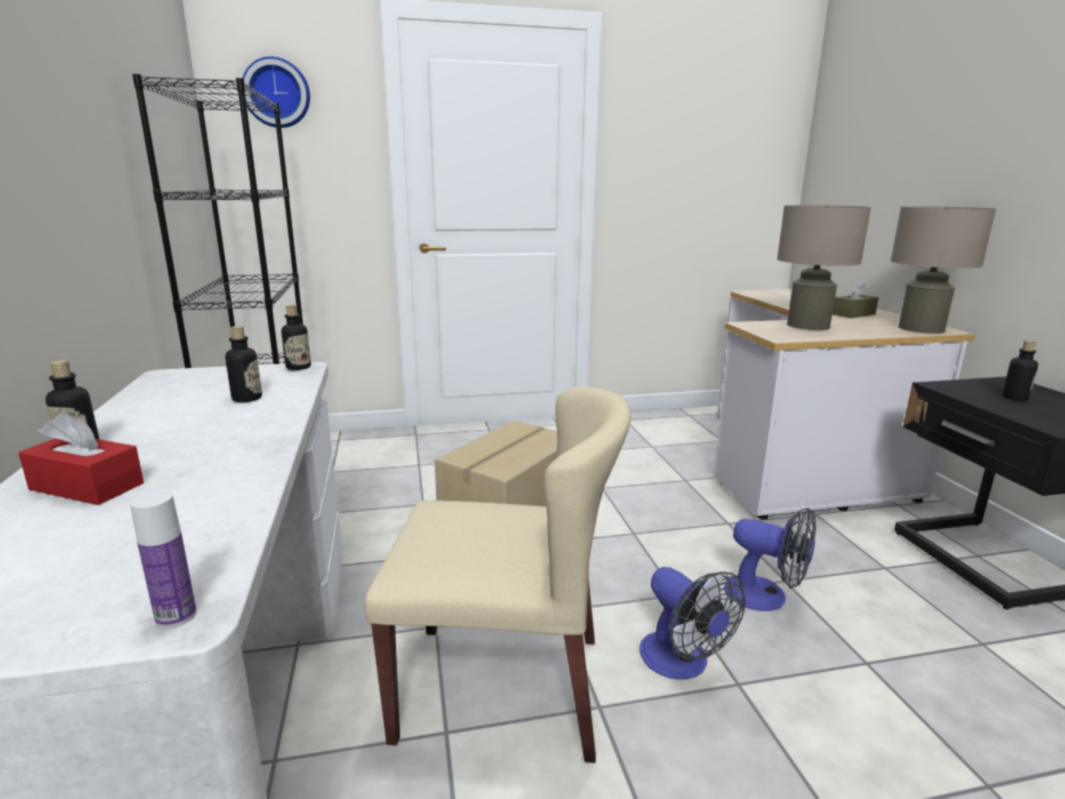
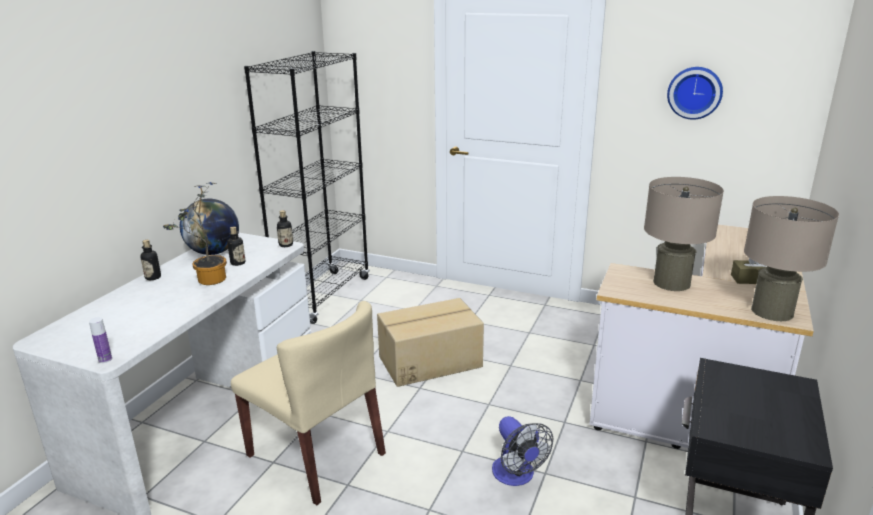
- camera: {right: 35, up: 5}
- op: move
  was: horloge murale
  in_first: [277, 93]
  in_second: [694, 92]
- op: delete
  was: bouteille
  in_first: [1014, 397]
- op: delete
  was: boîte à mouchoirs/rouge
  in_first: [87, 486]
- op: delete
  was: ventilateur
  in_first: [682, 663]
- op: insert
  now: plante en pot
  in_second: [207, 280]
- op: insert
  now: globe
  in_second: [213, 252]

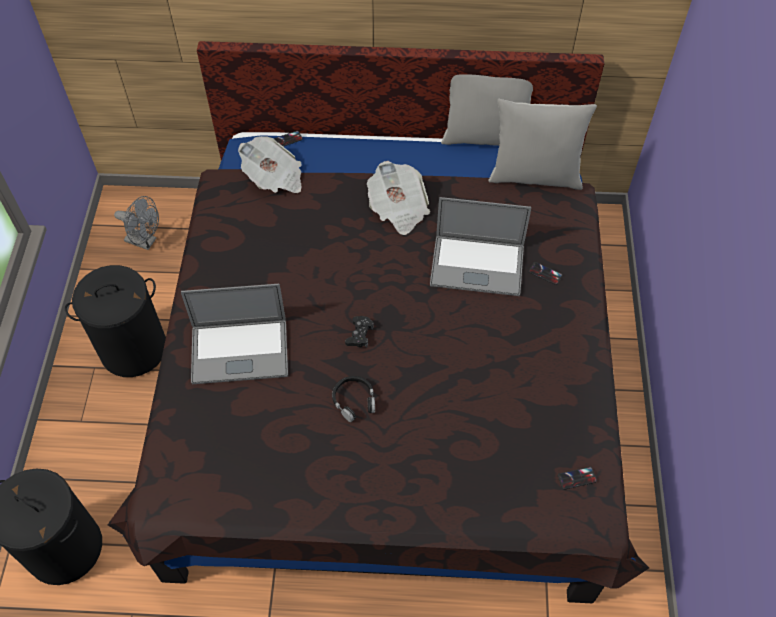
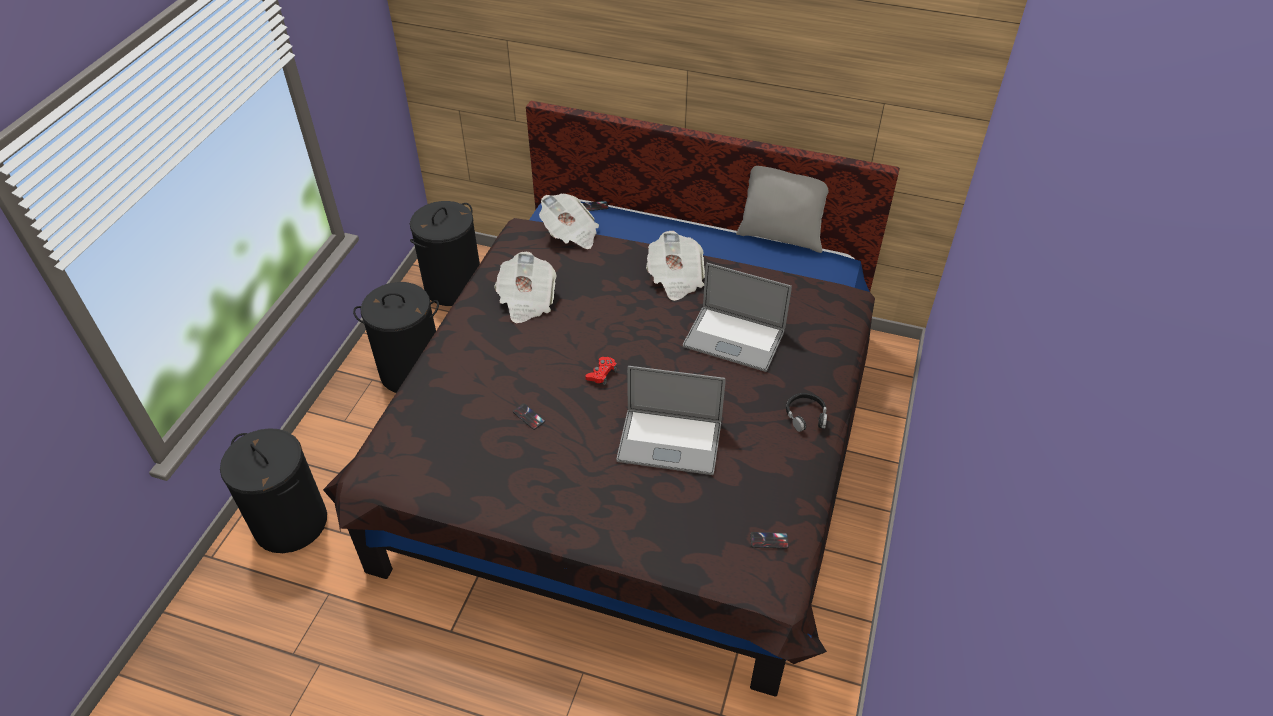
- camera: {right: 15, up: -10}
- op: delete
  was: coussin/gris
  in_first: [534, 175]
- op: replace
  was: ventilateur/gris
  now: panier à linge/noir
  in_first: [145, 241]
  in_second: [454, 286]
- op: move
  was: téléphone
  in_first: [545, 273]
  in_second: [528, 417]
- op: move
  was: ordinateur portable
  in_first: [239, 351]
  in_second: [669, 441]
- op: recolor
  was: manette/noir
  now: manette/rouge
  in_first: [359, 334]
  in_second: [601, 373]
- op: move
  was: casque audio/noir
  in_first: [354, 400]
  in_second: [806, 415]
- op: insert
  now: journal
  in_second: [526, 301]

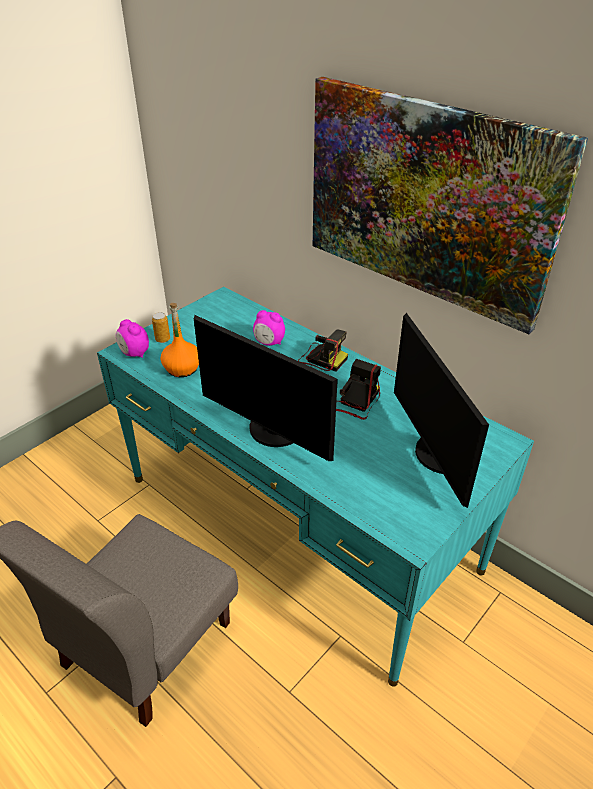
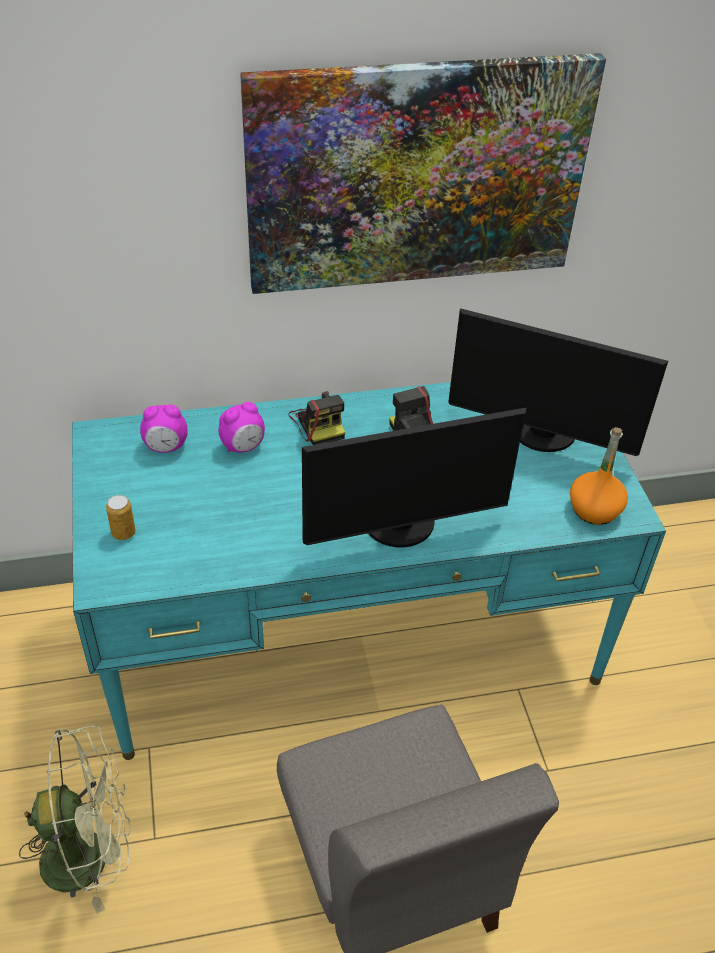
- camera: {right: -55, up: 5}
- op: move
  was: bouteille/orange
  in_first: [182, 368]
  in_second: [594, 509]
- op: move
  was: réveil
  in_first: [134, 354]
  in_second: [166, 447]
- op: rotate
  was: appareil photo
  in_first: [322, 358]
  in_second: [318, 423]
  clockwise: 90
- op: insert
  now: ventilateur/vert
  in_second: [90, 854]

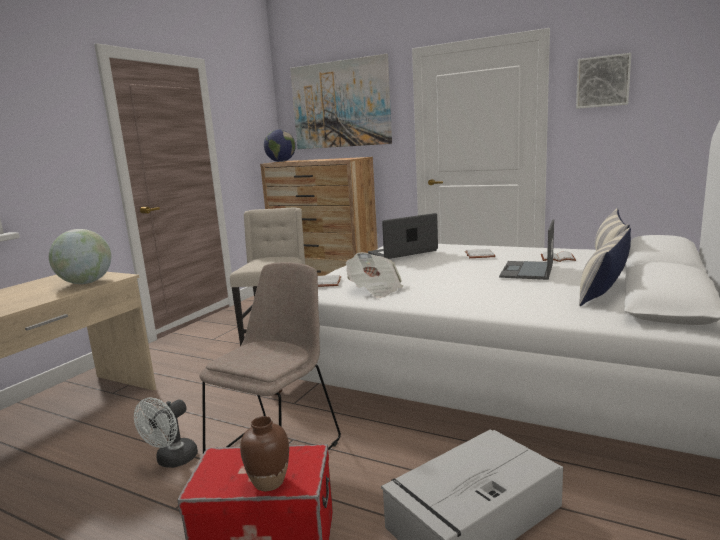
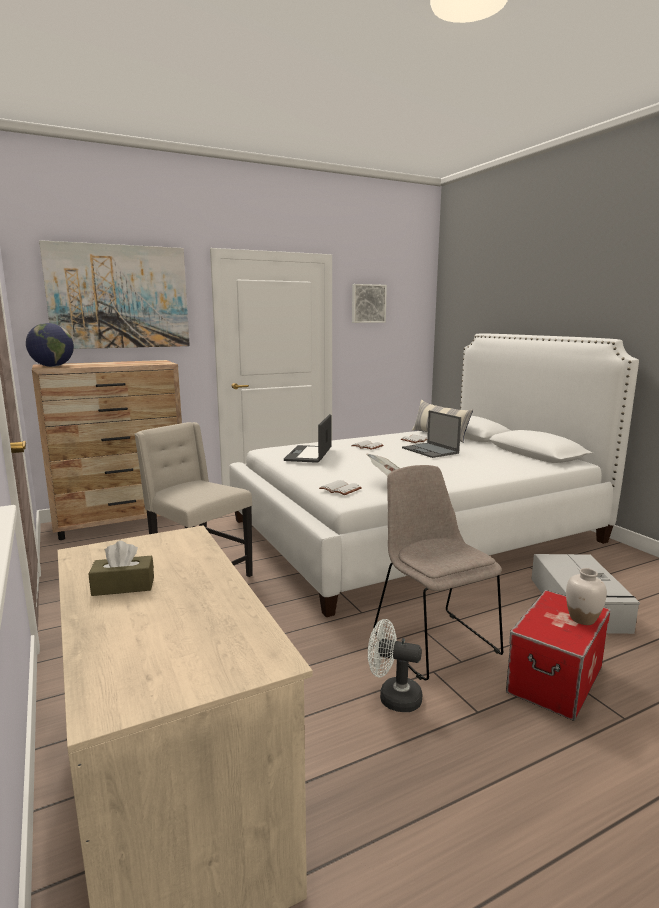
- camera: {right: -55, up: 0}
- op: delete
  was: coussin
  in_first: [603, 290]
- op: delete
  was: globe
  in_first: [86, 283]
- op: rotate
  was: ventilateur/blanc
  in_first: [172, 461]
  in_second: [393, 697]
  clockwise: 135
- op: recolor
  was: vase/marron
  now: vase/blanc
  in_first: [268, 482]
  in_second: [582, 619]
- op: insert
  now: boîte à mouchoirs/marron
  in_second: [123, 586]

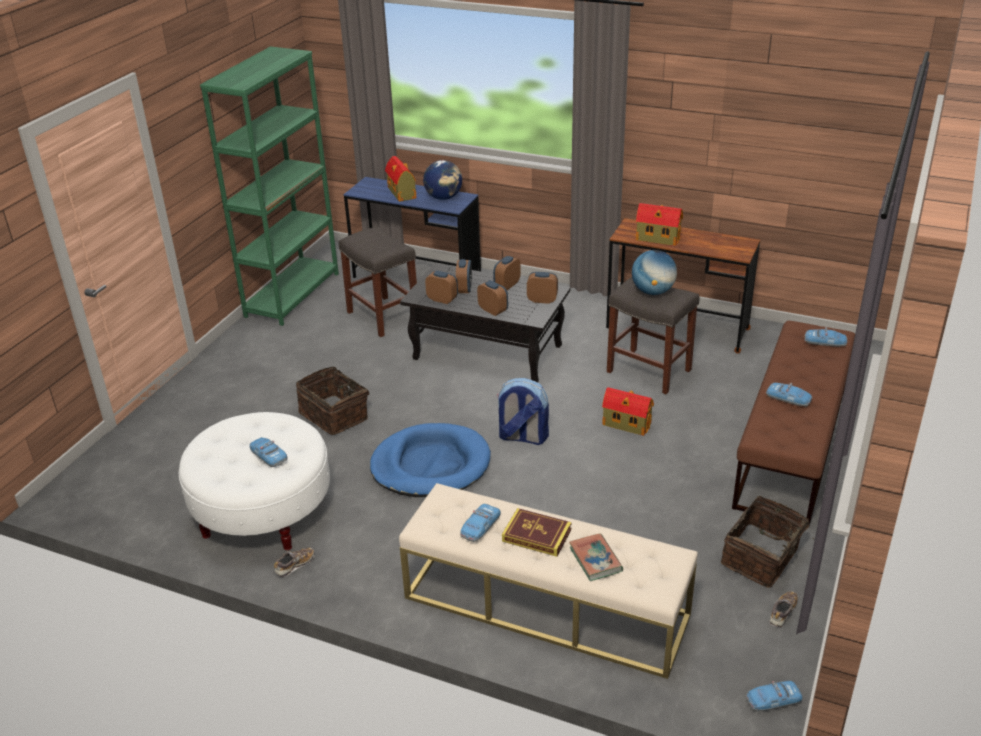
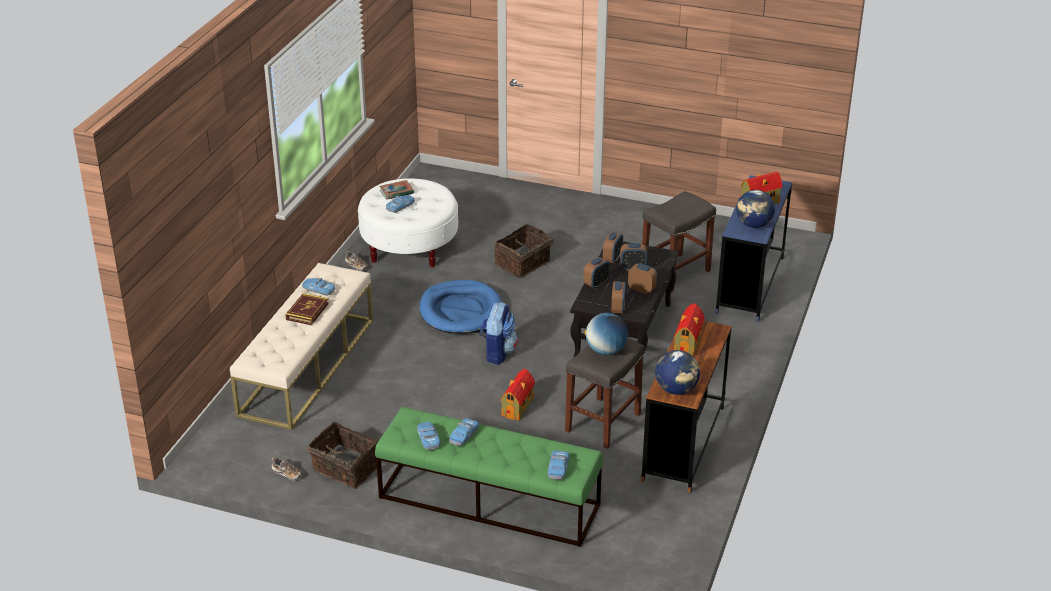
- camera: {right: 85, up: 0}
- op: delete
  was: bibliothèque/vert
  in_first: [292, 294]
- op: recolor
  was: banc/marron
  now: banc/vert
  in_first: [791, 446]
  in_second: [488, 501]
- op: move
  was: livre
  in_first: [595, 559]
  in_second: [396, 192]
- op: move
  was: petite voiture
  in_first: [773, 700]
  in_second: [428, 439]
- op: insert
  now: globe
  in_second: [676, 390]

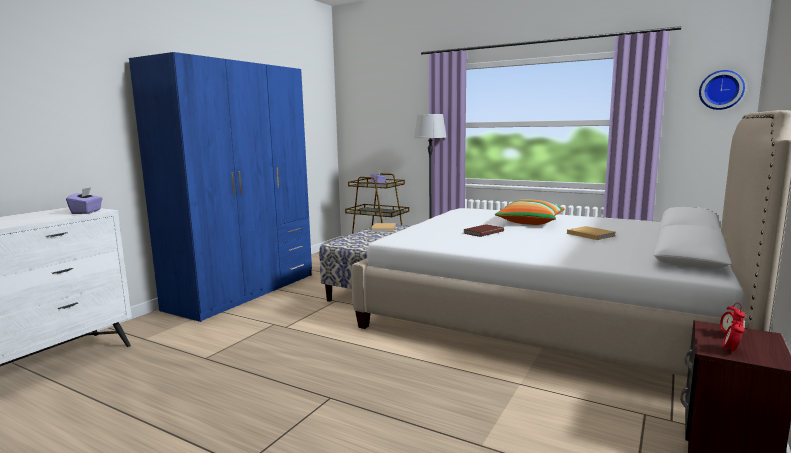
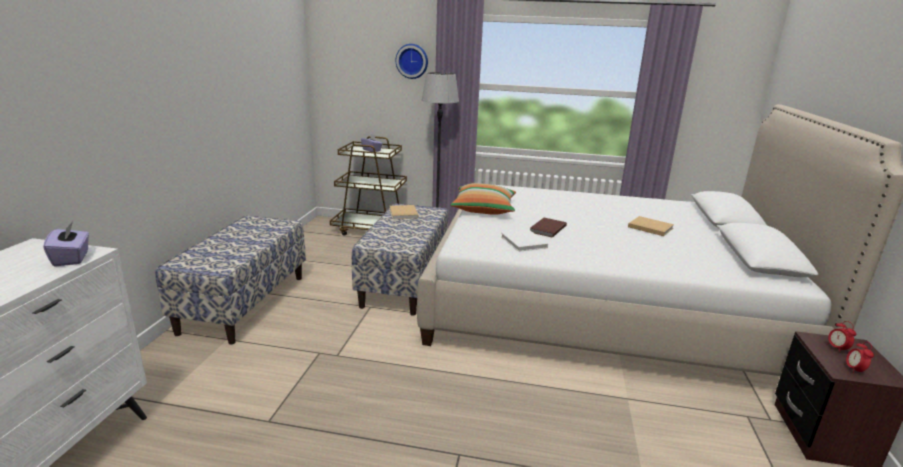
- camera: {right: -20, up: 10}
- op: replace
  was: armoire/bleu
  now: banc
  in_first: [244, 291]
  in_second: [244, 303]
- op: move
  was: horloge murale
  in_first: [721, 90]
  in_second: [412, 61]
- op: move
  was: coussin
  in_first: [530, 222]
  in_second: [484, 209]
- op: insert
  now: livre/blanc
  in_second: [524, 243]

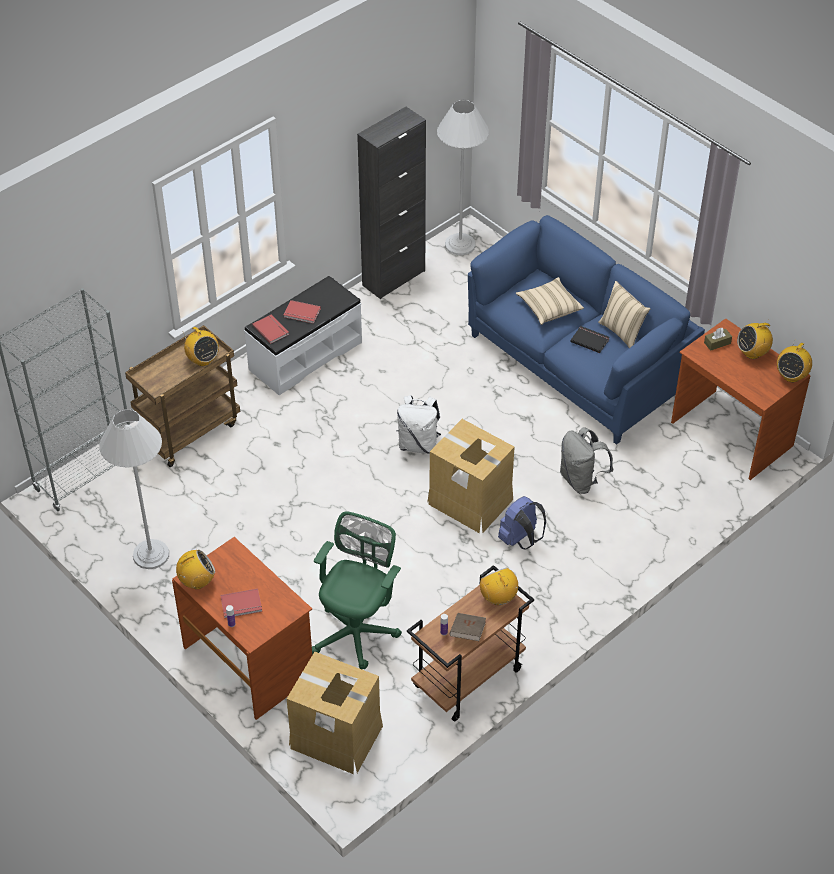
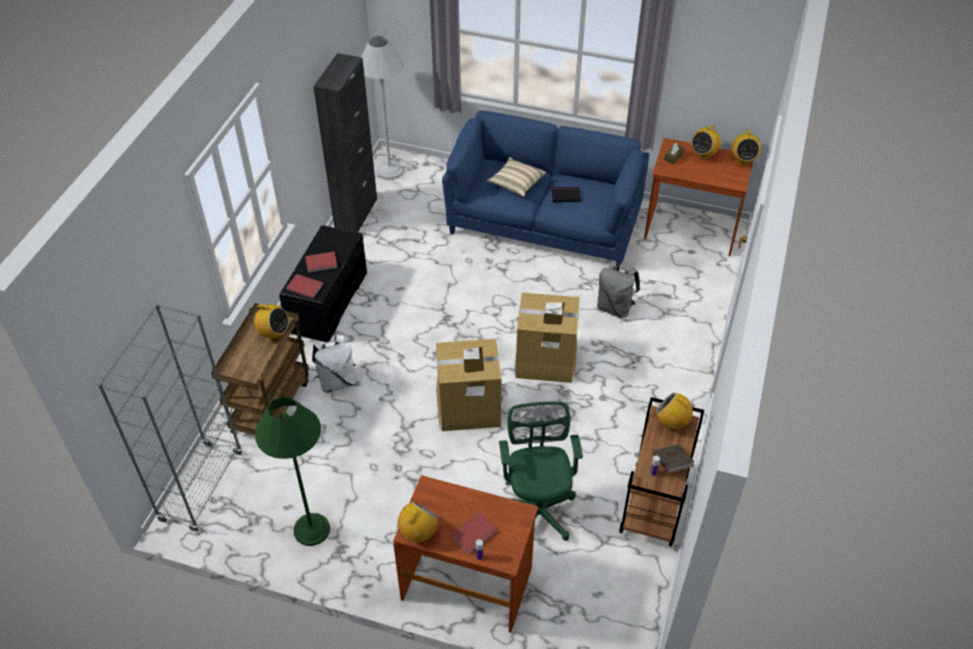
- camera: {right: -30, up: 0}
- op: recolor
  was: banc/blanc
  now: banc/noir
  in_first: [305, 355]
  in_second: [327, 302]
- op: delete
  was: coussin/beige
  in_first: [622, 332]
- op: move
  was: sac à dos/blanc
  in_first: [418, 444]
  in_second: [337, 381]
- op: recolor
  was: lampadaire/blanc
  now: lampadaire/vert
  in_first: [151, 554]
  in_second: [311, 529]
- op: delete
  was: sac à dos/bleu
  in_first: [521, 540]
- op: move
  was: carton
  in_first: [336, 737]
  in_second: [469, 407]

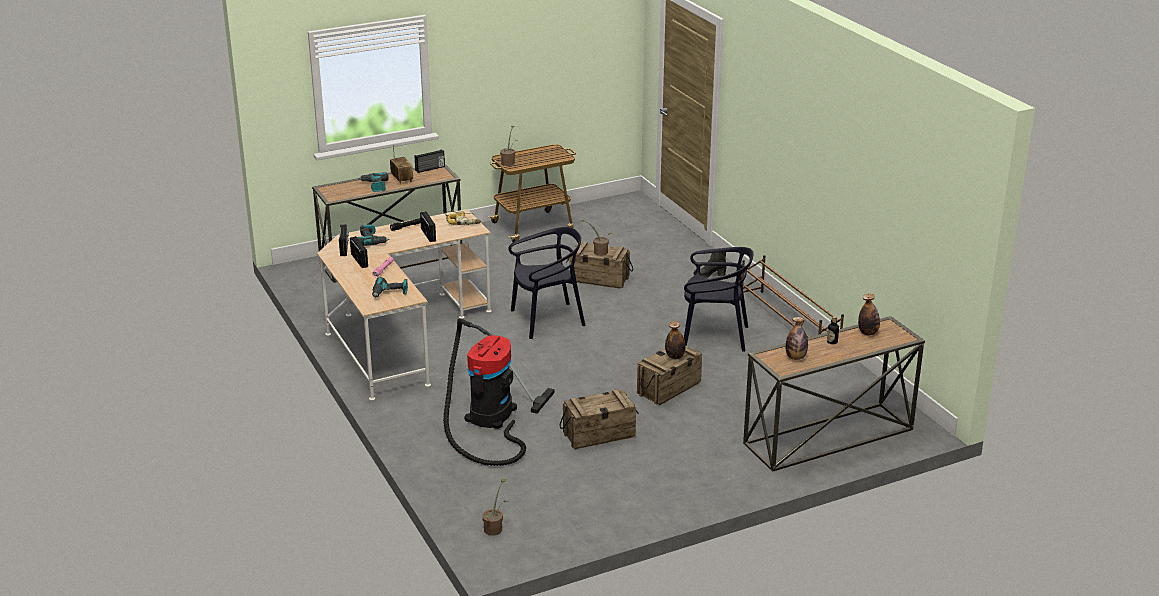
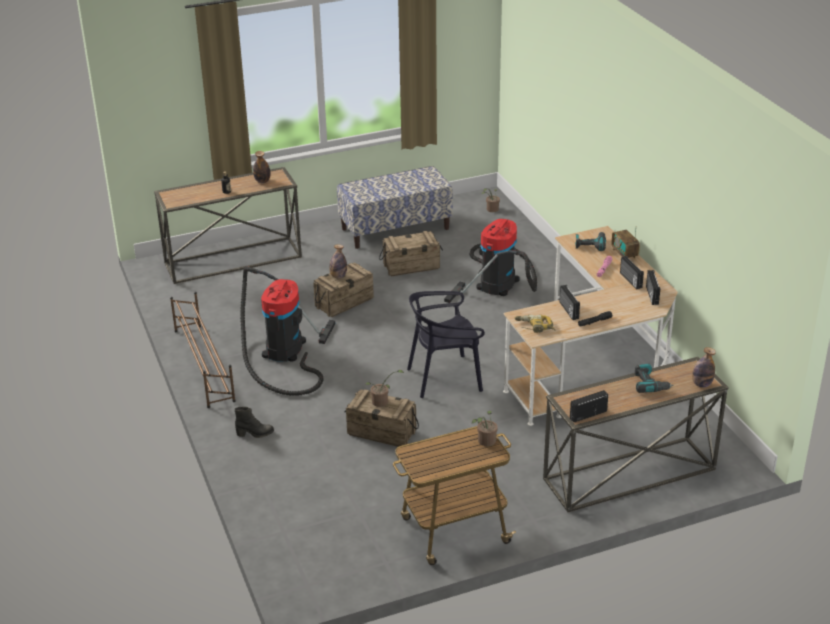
- camera: {right: -175, up: 5}
- op: move
  was: radio
  in_first: [402, 179]
  in_second: [624, 254]
- op: delete
  was: perceuse
  in_first: [372, 240]
- op: replace
  was: chaise/noir
  now: aspirateur
  in_first: [714, 336]
  in_second: [284, 352]
- op: move
  was: bouteille
  in_first: [868, 333]
  in_second: [701, 384]
- op: insert
  now: banc
  in_second: [395, 228]

